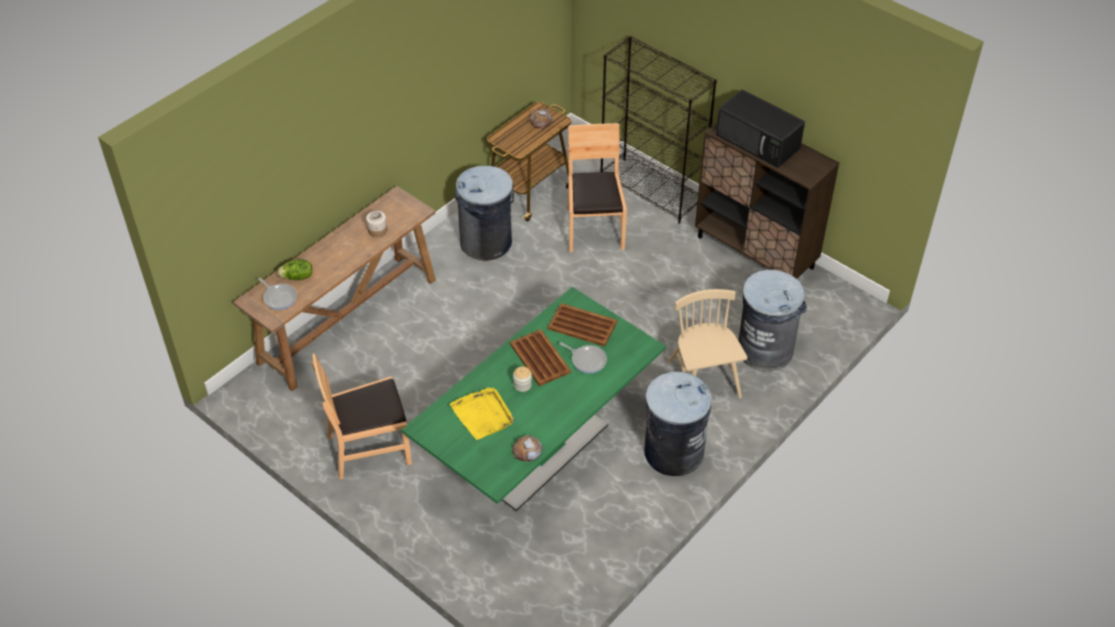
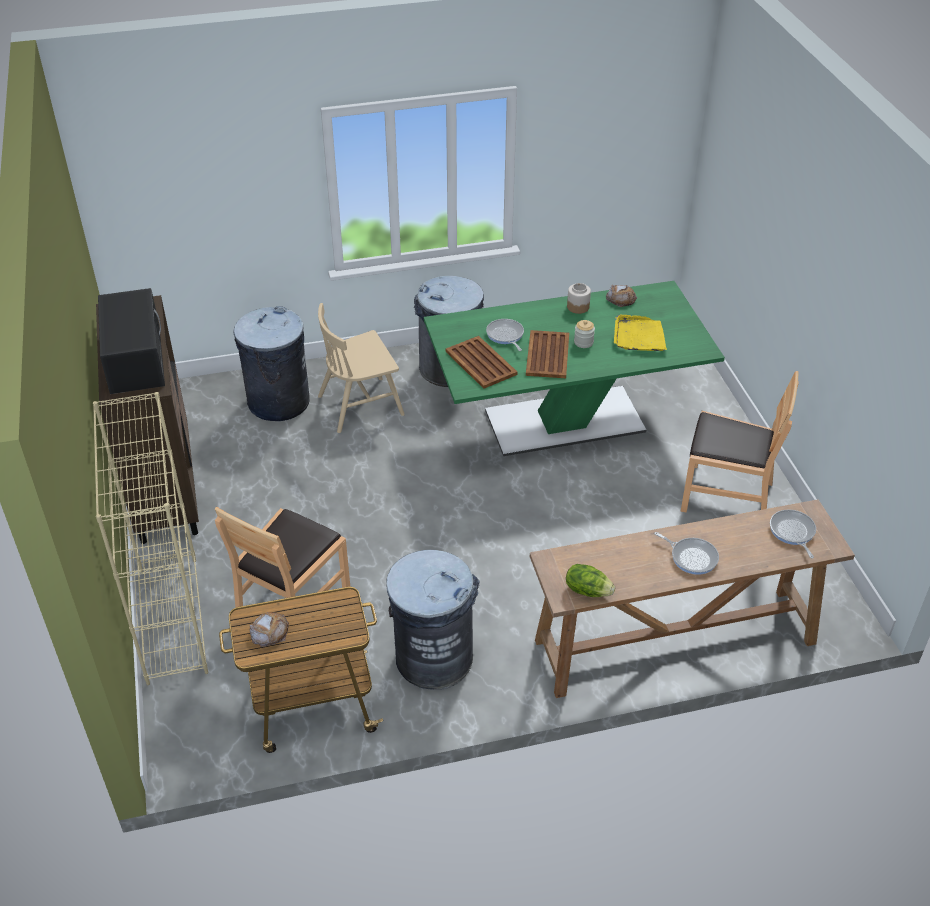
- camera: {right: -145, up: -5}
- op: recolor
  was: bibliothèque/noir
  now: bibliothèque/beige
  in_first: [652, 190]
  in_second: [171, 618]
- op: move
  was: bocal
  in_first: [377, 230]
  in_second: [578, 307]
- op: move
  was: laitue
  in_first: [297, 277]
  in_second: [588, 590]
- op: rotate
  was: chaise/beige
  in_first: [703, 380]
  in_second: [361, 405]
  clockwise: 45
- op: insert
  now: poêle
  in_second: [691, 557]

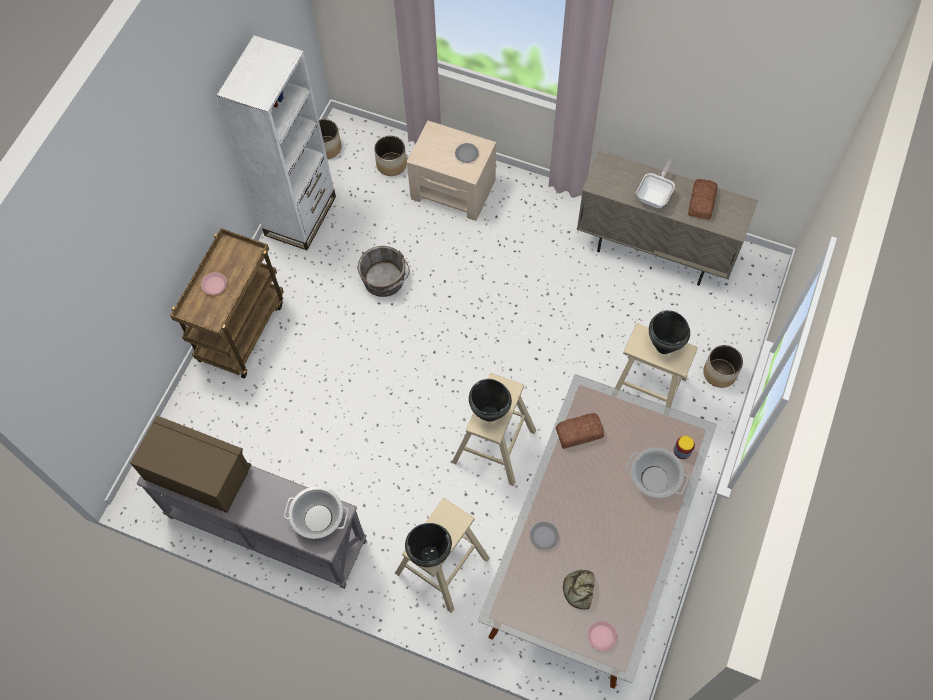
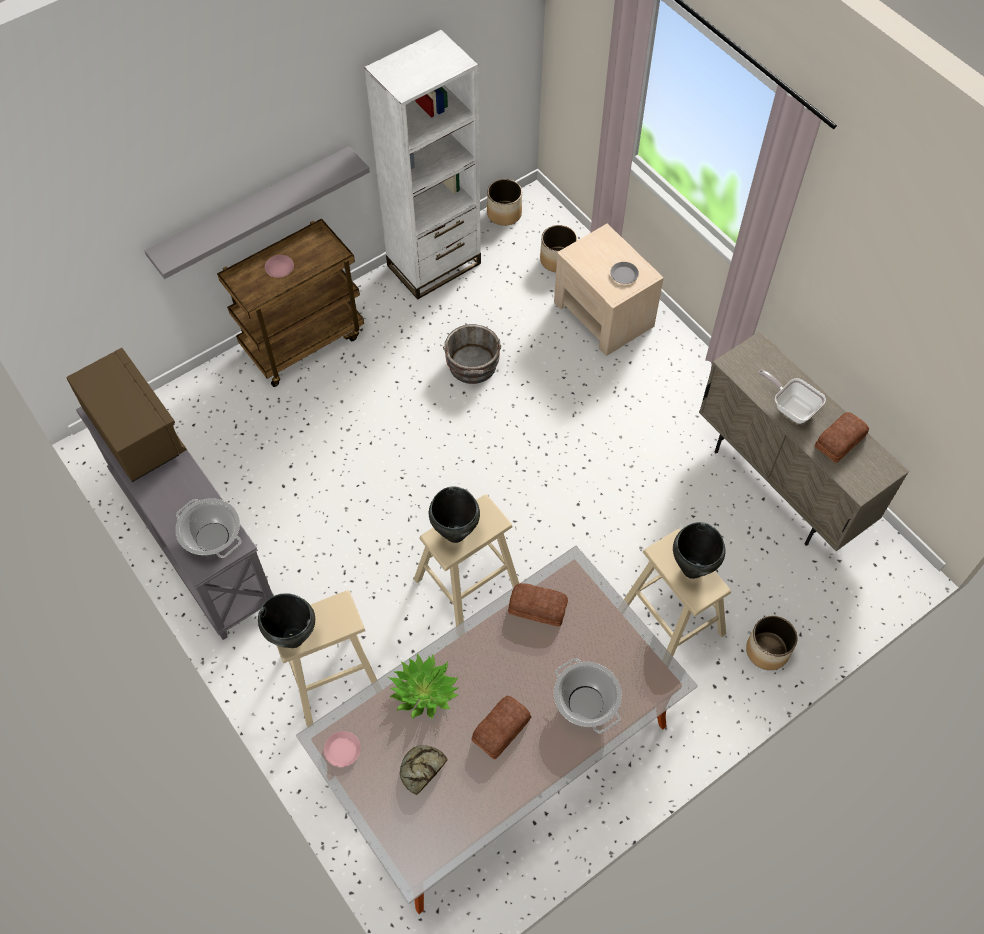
- camera: {right: 30, up: -5}
- op: rotate
  was: poêle
  in_first: [655, 195]
  in_second: [791, 407]
  clockwise: -105
- op: delete
  was: bocal
  in_first: [682, 450]
- op: replace
  was: assiette/gris
  now: plante en pot
  in_first: [543, 536]
  in_second: [424, 691]
- op: move
  was: assiette/rose
  in_first: [601, 636]
  in_second: [342, 750]
- op: insert
  now: étagère/gris
  in_second: [253, 210]
- op: insert
  now: pain
  in_second: [499, 729]

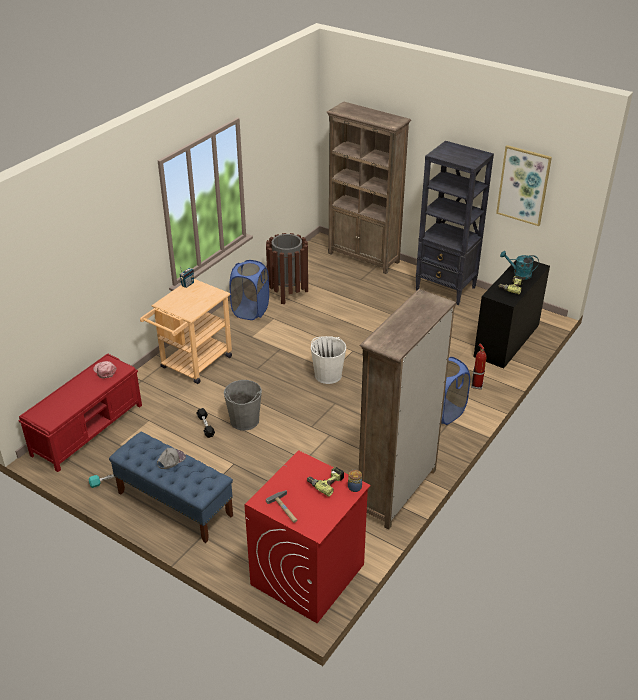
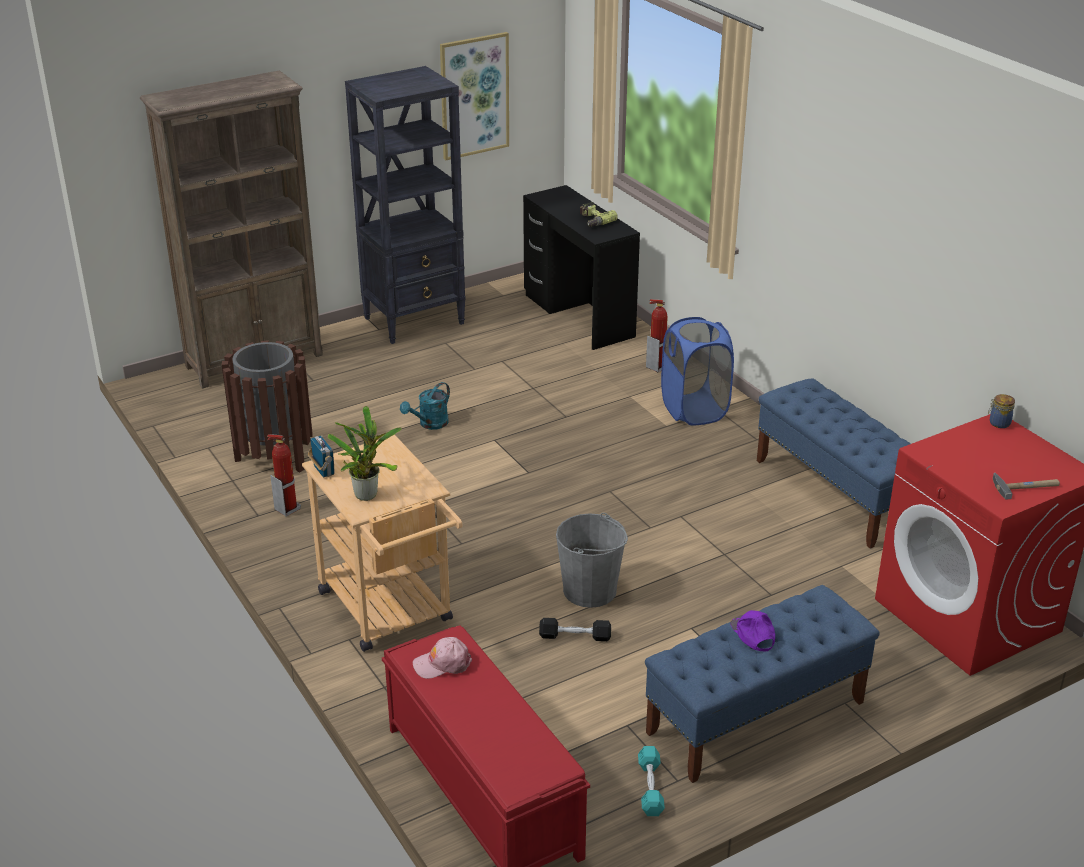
- camera: {right: -65, up: -5}
- op: move
  was: arrosoir/turquoise
  in_first: [518, 274]
  in_second: [430, 424]
- op: replace
  was: panier à linge/bleu
  now: extincteur
  in_first: [250, 310]
  in_second: [287, 509]
- op: replace
  was: bibliothèque/marron
  now: banc/bleu
  in_first: [396, 492]
  in_second: [836, 493]
- op: delete
  was: seau/blanc
  in_first: [328, 375]
- op: recolor
  was: casquette/gris
  now: casquette/violet
  in_first: [171, 460]
  in_second: [753, 634]
- op: delete
  was: perceuse
  in_first: [326, 482]
- op: insert
  now: plante en pot
  in_second: [367, 493]

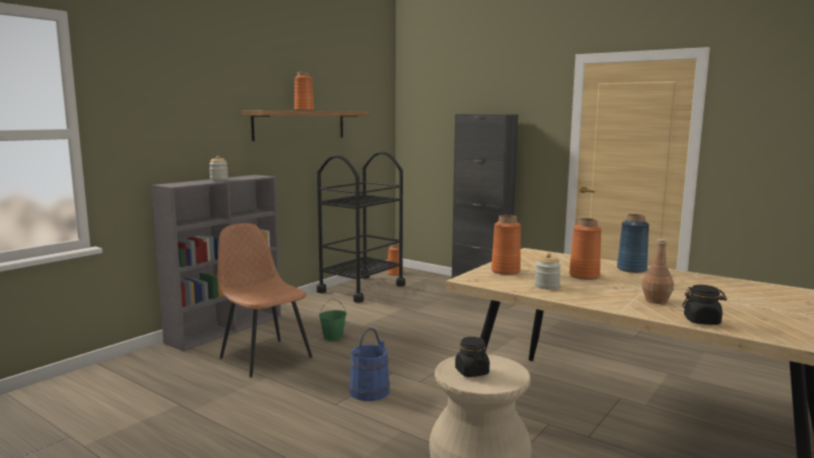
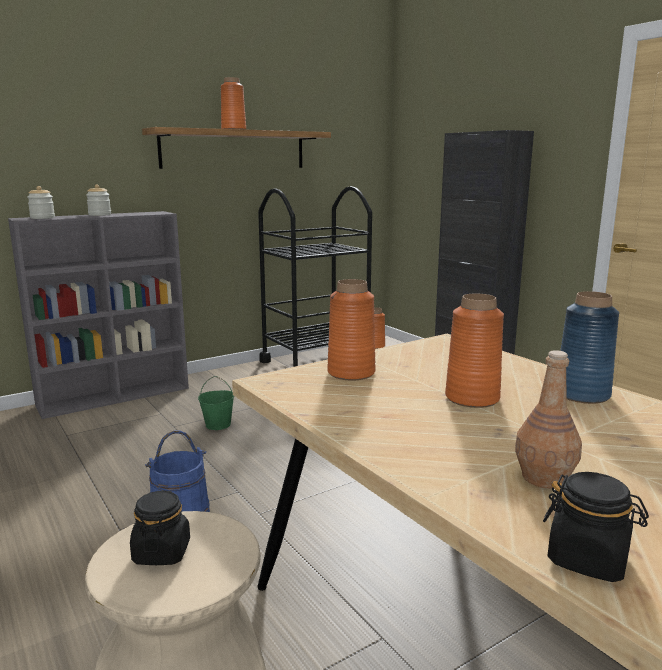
- camera: {right: 20, up: 5}
- op: delete
  was: chaise/marron
  in_first: [265, 357]
- op: move
  was: bocal
  in_first: [546, 286]
  in_second: [42, 218]

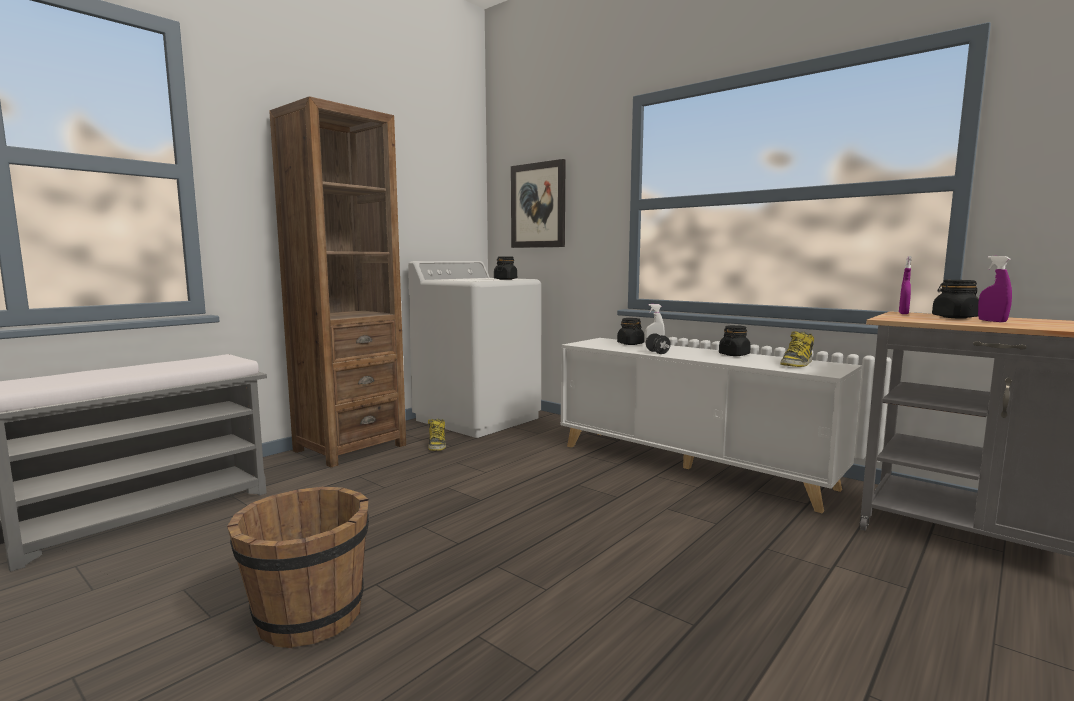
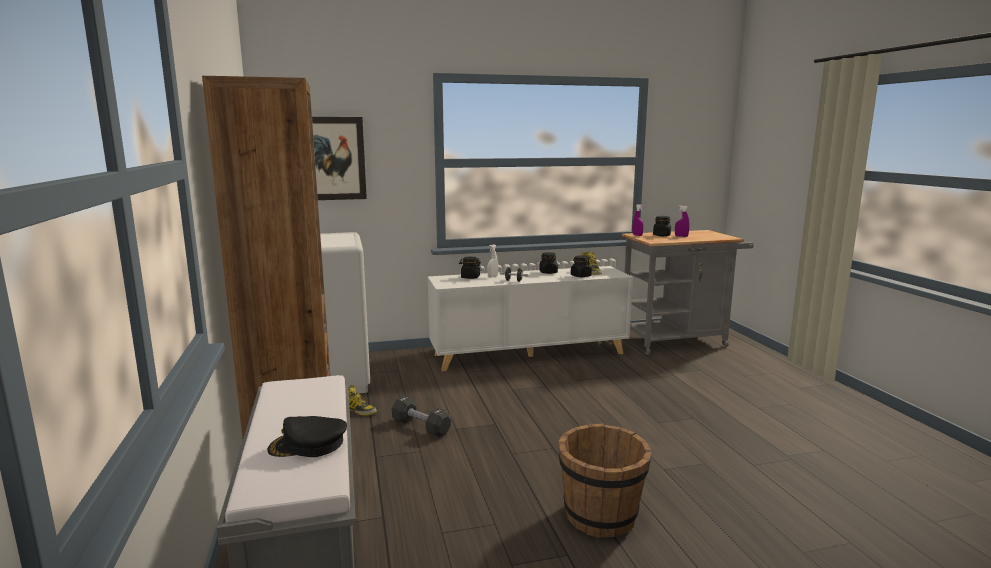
- camera: {right: -55, up: 5}
- op: move
  was: bocal/noir
  in_first: [505, 279]
  in_second: [580, 276]
- op: insert
  now: haltère/noir
  in_second: [421, 427]
- op: insert
  now: casquette/noir
  in_second: [308, 445]

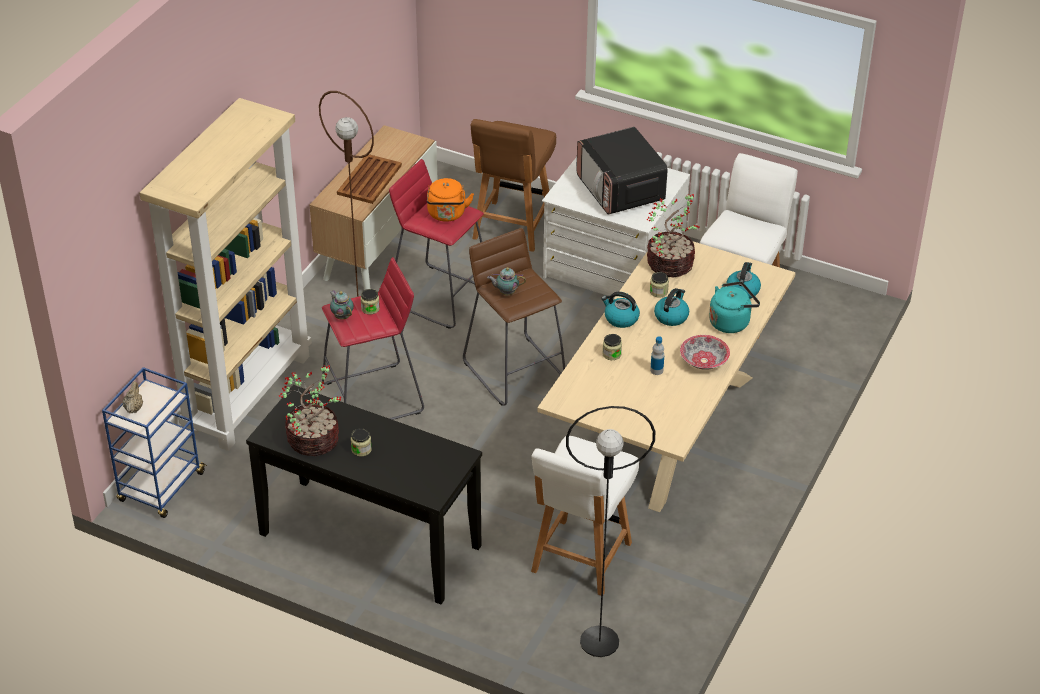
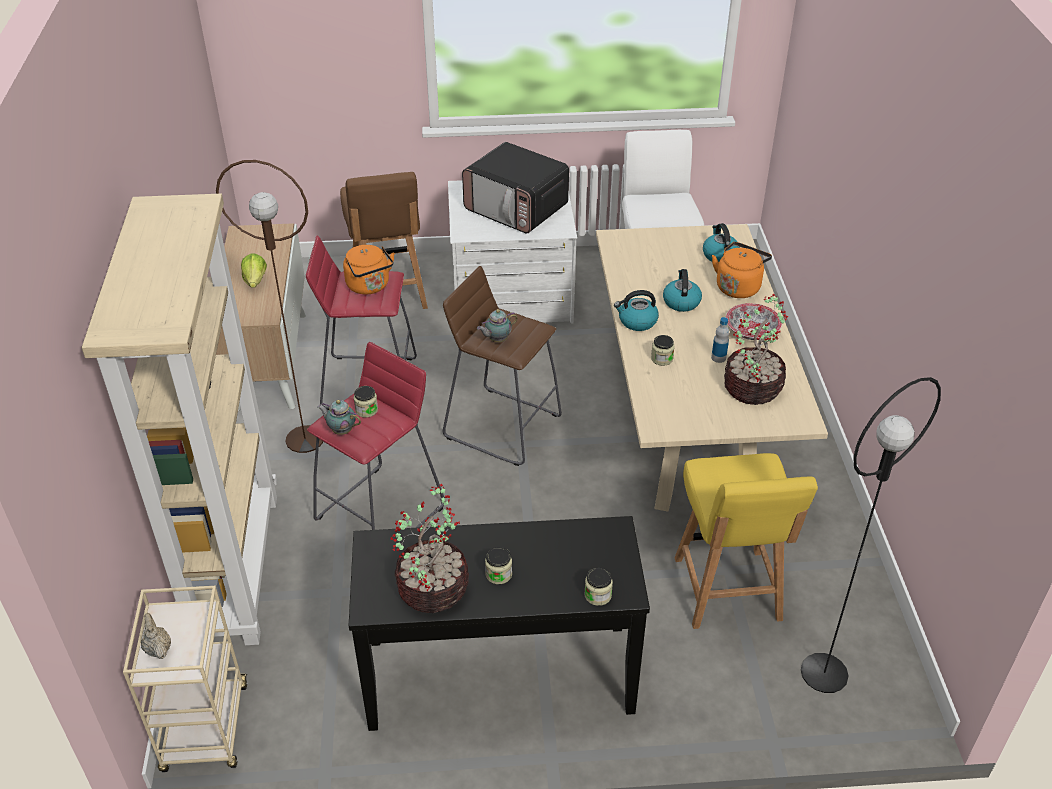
- camera: {right: -30, up: 0}
- op: replace
  was: plateau/marron
  now: laitue
  in_first: [370, 179]
  in_second: [255, 281]
- op: move
  was: plante en pot
  in_first: [671, 264]
  in_second: [753, 387]
- op: move
  was: bocal
  in_first: [658, 292]
  in_second: [598, 595]
- op: recolor
  was: bouilloire/turquoise
  now: bouilloire/orange
  in_first: [731, 322]
  in_second: [738, 286]
- op: recolor
  was: chariot/bleu
  now: chariot/beige
  in_first: [161, 488]
  in_second: [206, 730]
- op: recolor
  was: chaise/blanc
  now: chaise/jaune
  in_first: [580, 559]
  in_second: [727, 591]

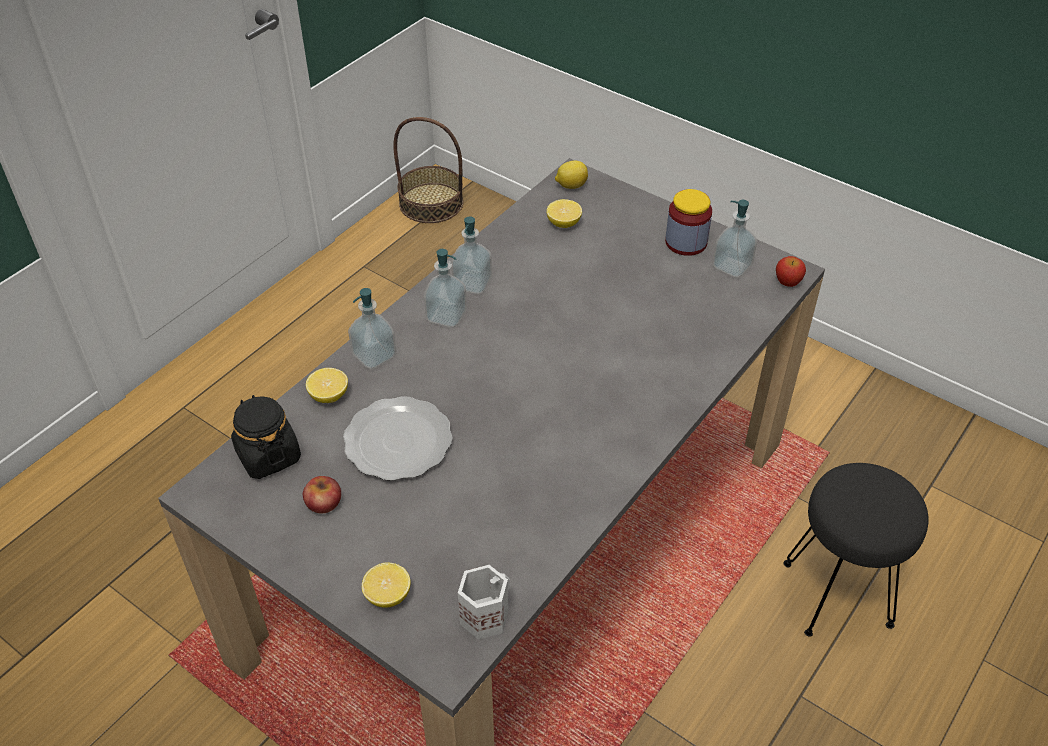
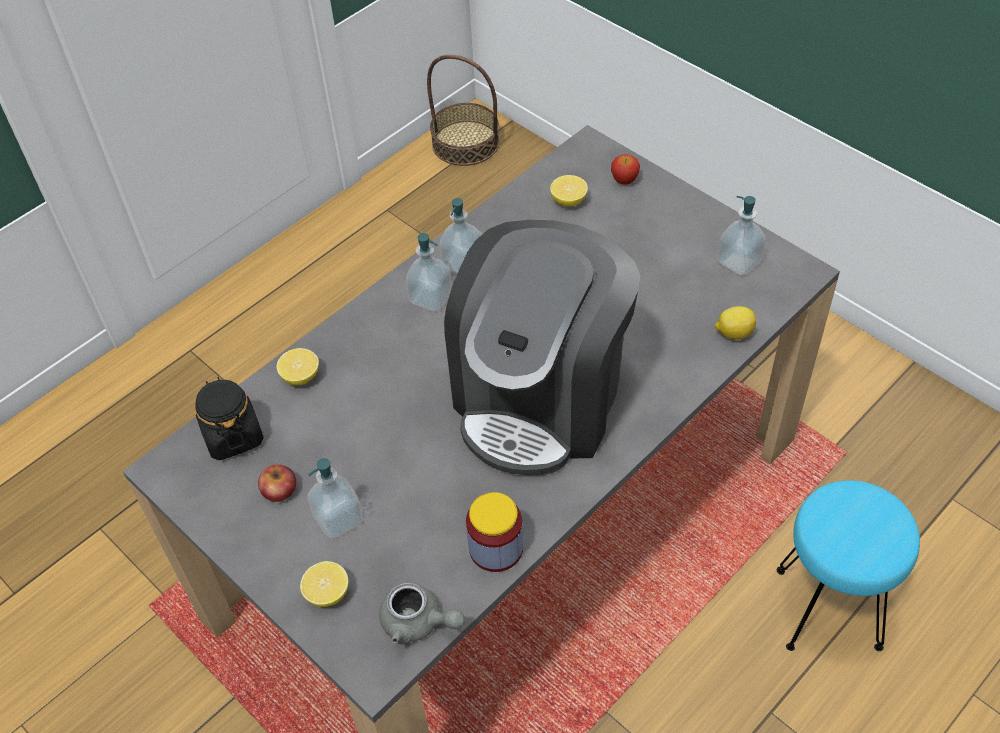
- camera: {right: 10, up: 5}
- op: move
  was: citron
  in_first: [571, 185]
  in_second: [733, 333]
- op: move
  was: bocal
  in_first: [686, 242]
  in_second: [496, 548]
- op: move
  was: pomme
  in_first: [788, 282]
  in_second: [624, 180]
- op: move
  was: distributeur de savon
  in_first: [374, 356]
  in_second: [338, 519]
- op: delete
  was: assiette
  in_first: [396, 441]
- op: recolor
  was: tabouret/noir
  now: tabouret/turquoise
  in_first: [836, 596]
  in_second: [827, 610]
- op: replace
  was: mug/blanc
  now: théière/gris
  in_first: [484, 615]
  in_second: [418, 623]
- op: insert
  now: machine à café
  in_second: [541, 397]

